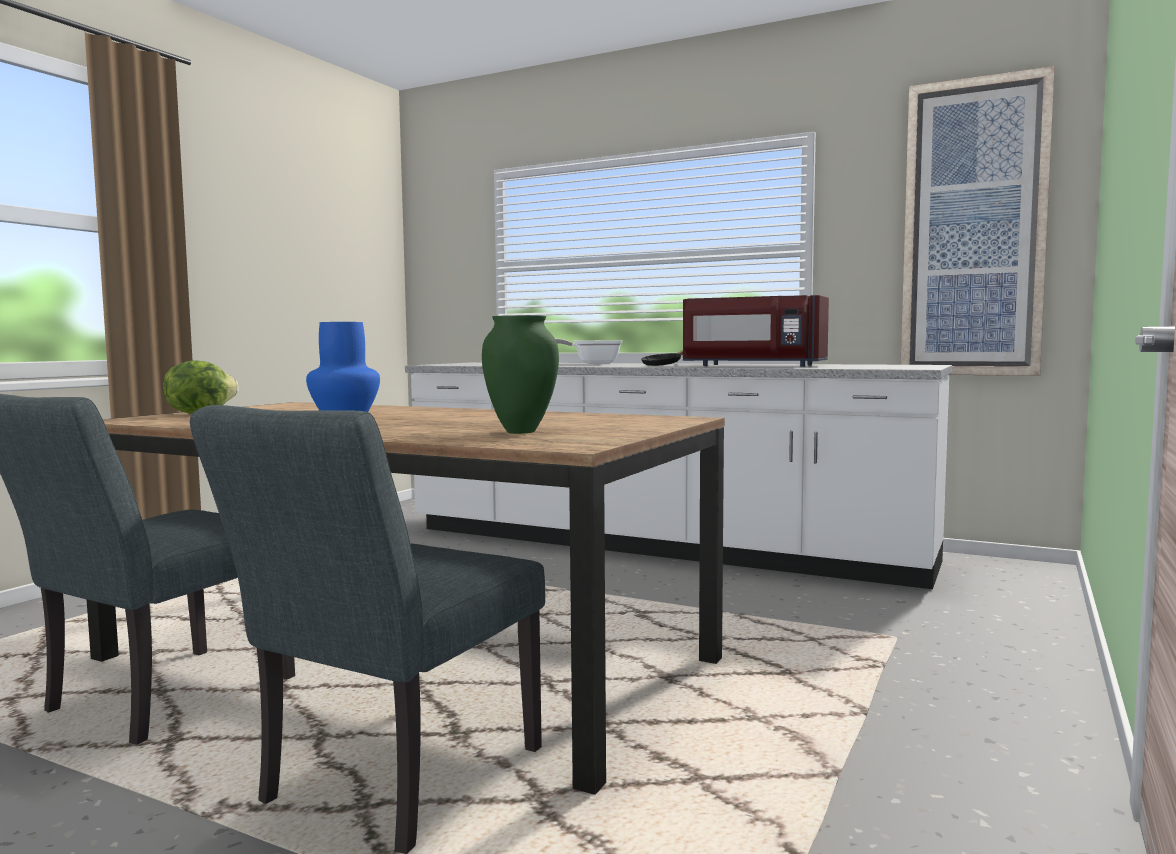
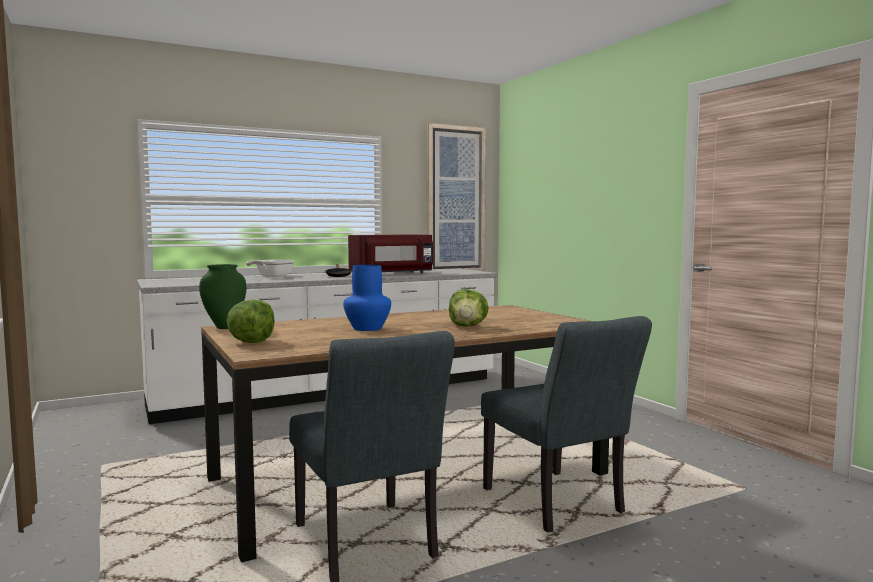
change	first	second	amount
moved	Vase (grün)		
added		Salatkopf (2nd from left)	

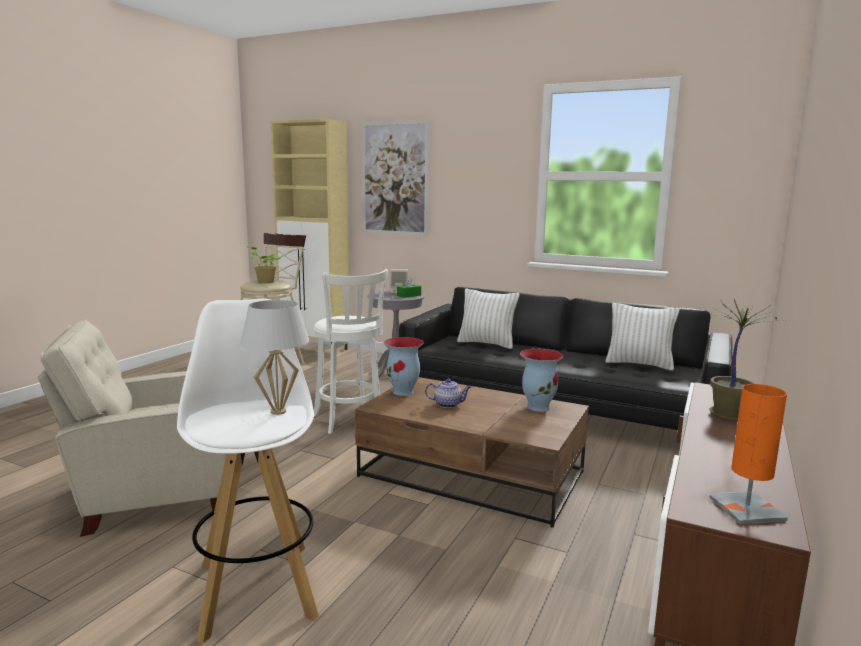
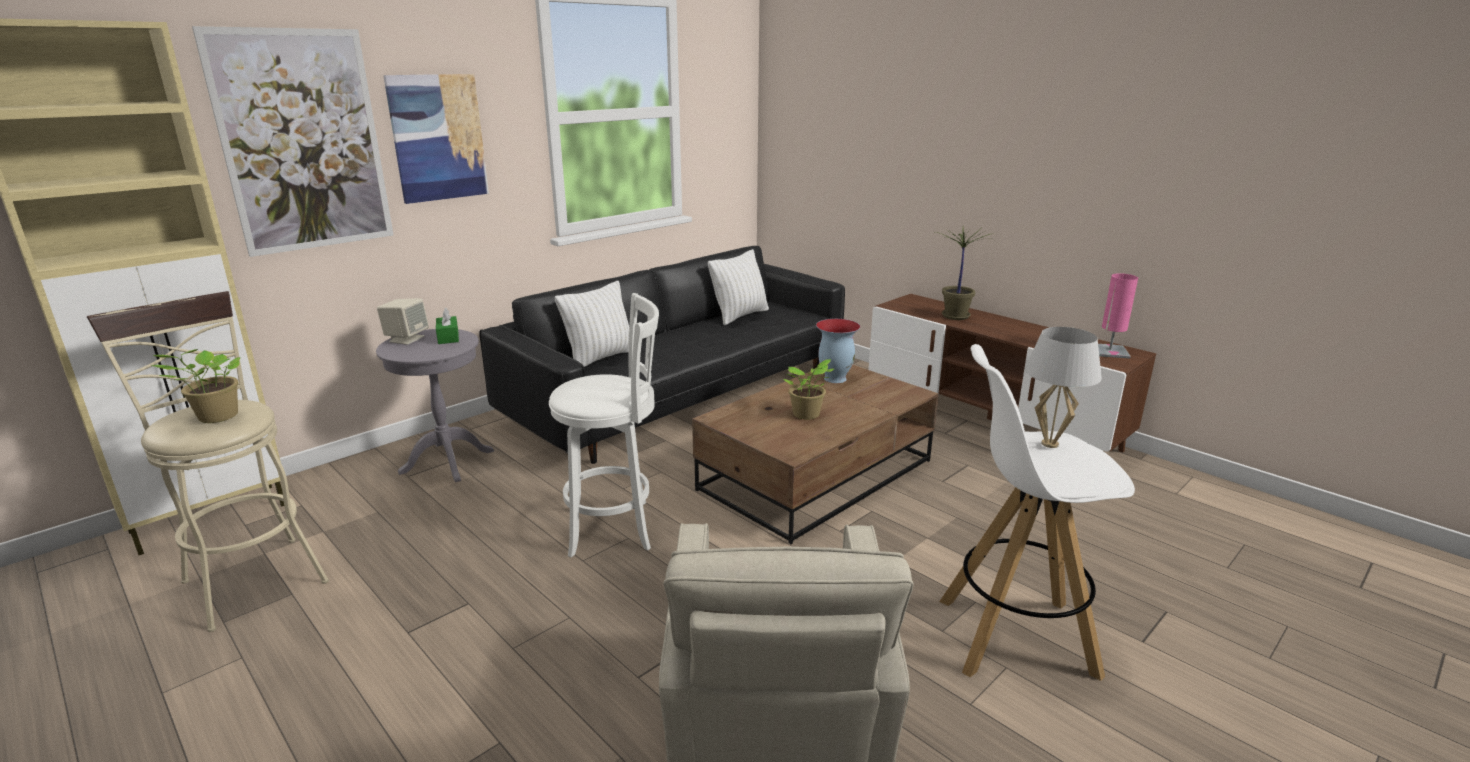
change	first	second	amount
added		Bild (2nd from left)	
replaced	Teekanne	Topfpflanze (2nd from left)	
recoloured	Tischlampe (orange)	Tischlampe (rosa)	
removed	Vase (1st from left)		

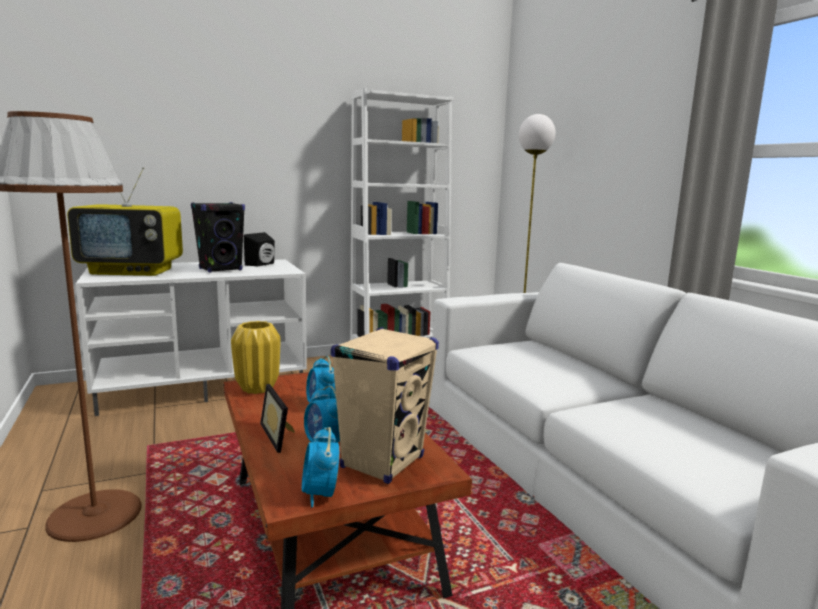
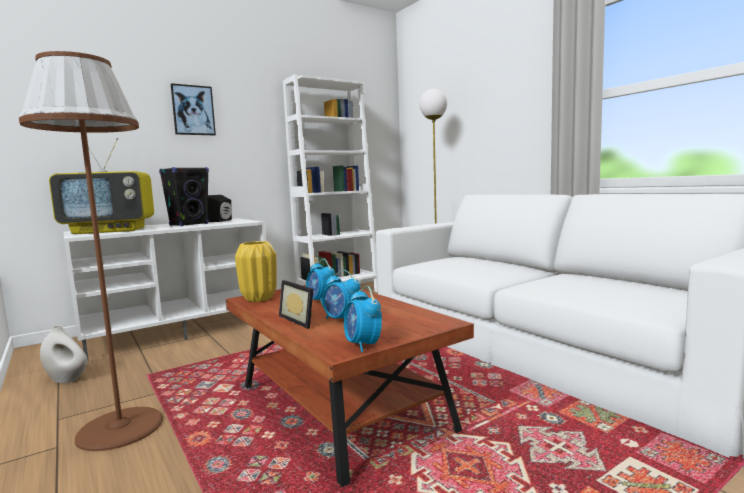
change	first	second	amount
added		Vase (weiß)	
added		Bild	
removed	Lautsprecher (beige)		

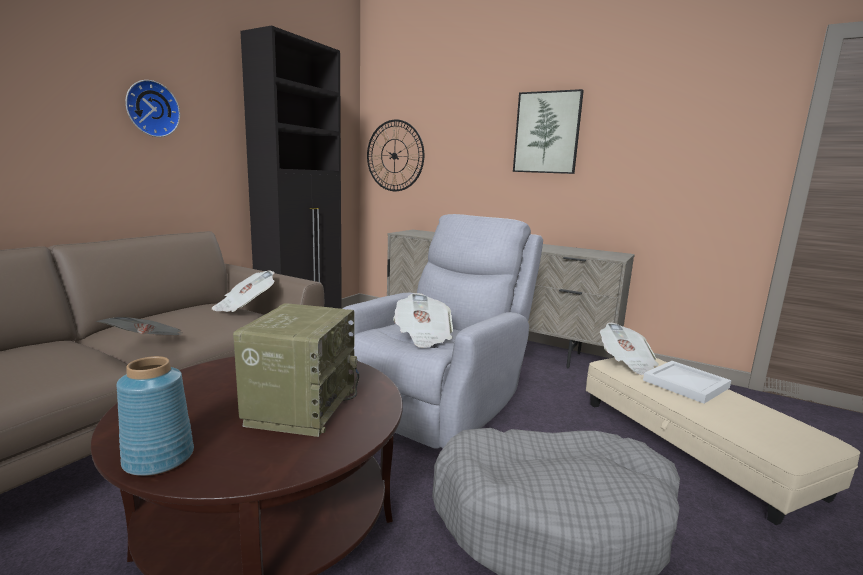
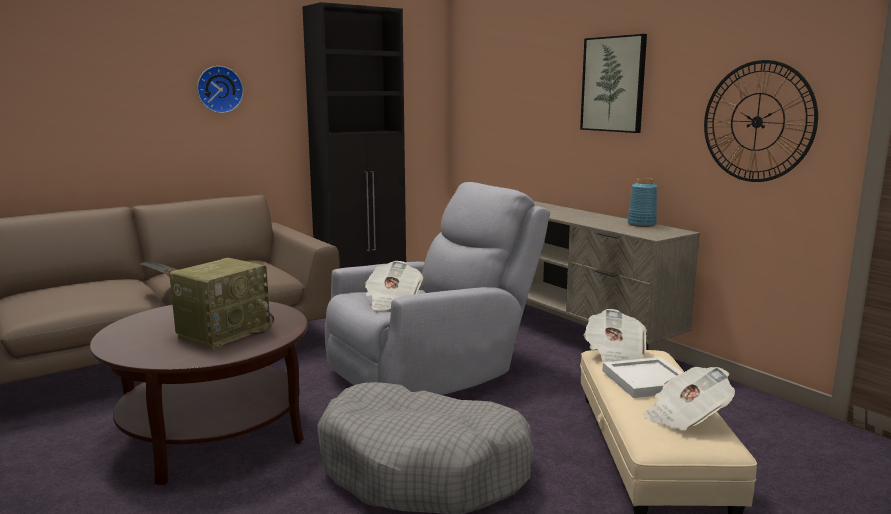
change	first	second	amount
moved	Vase (blau)		
moved	Zeitung (2nd from left in the first image)	Zeitung (4th from left)	
moved	Wanduhr (2nd from left)		

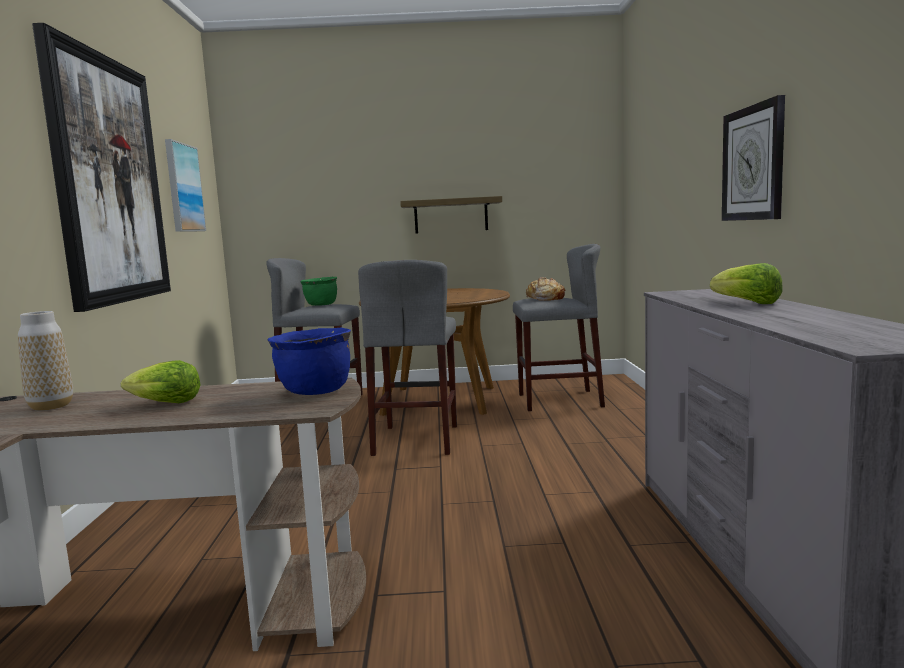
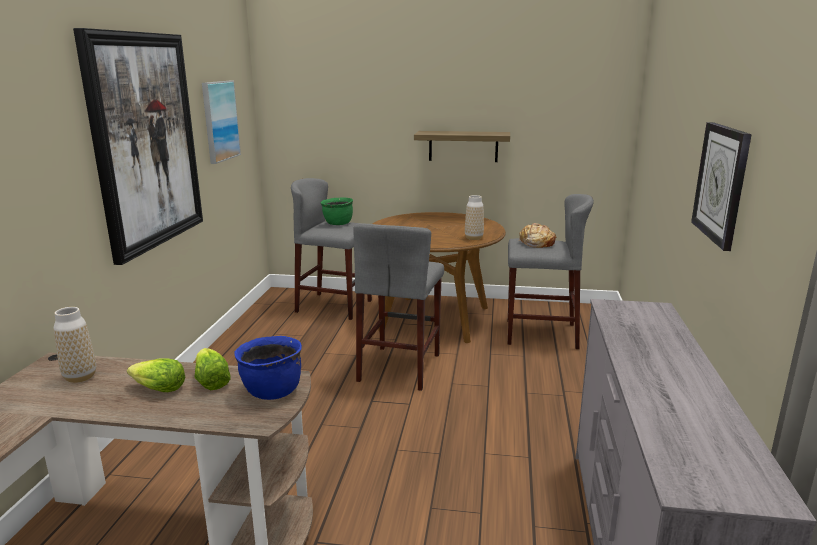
change	first	second	amount
moved	Salatkopf (2nd from left)		
added		Vase (2nd from left)	

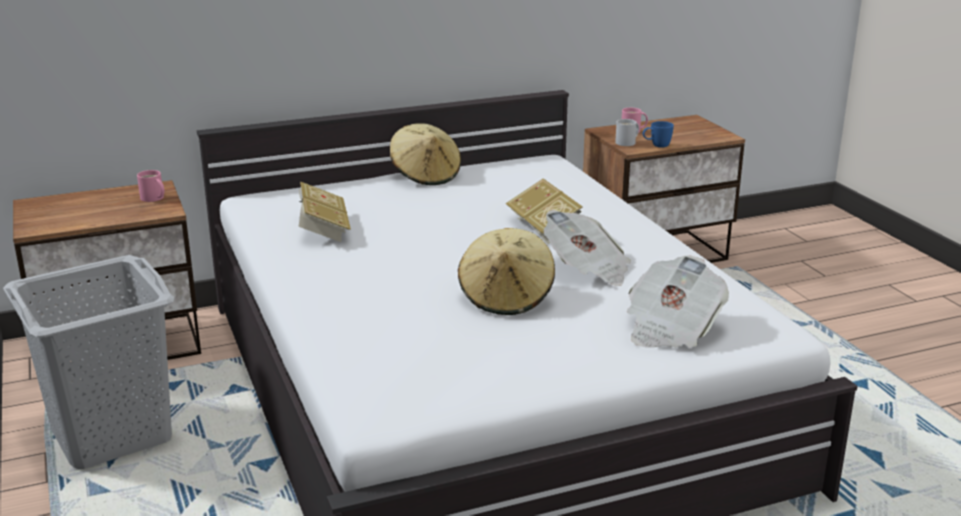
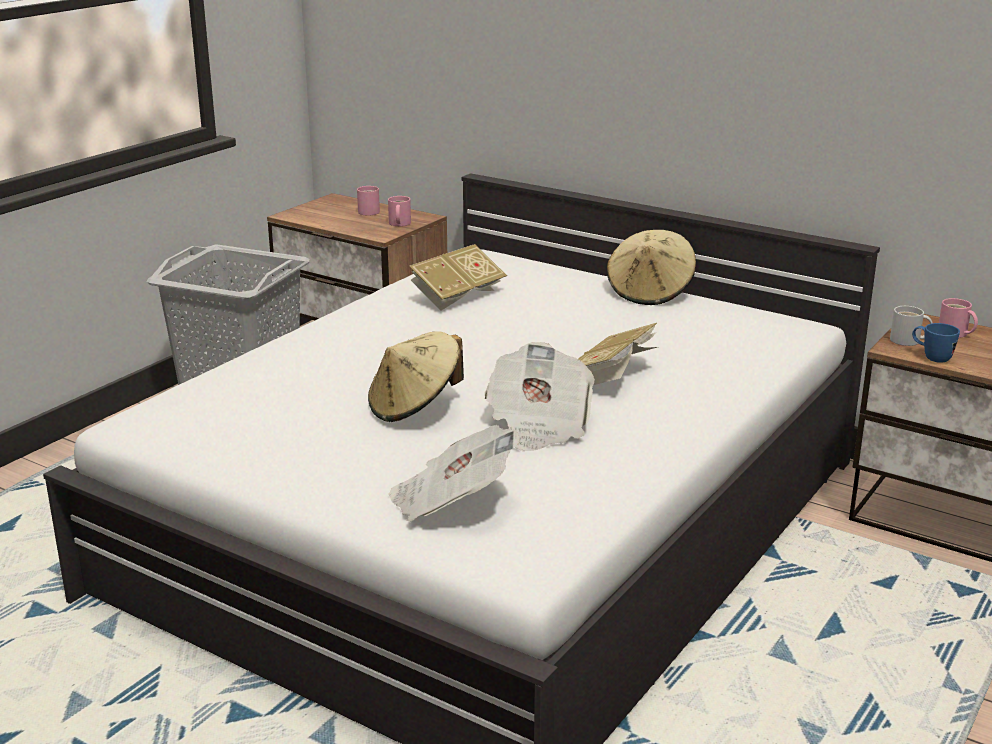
change	first	second	amount
added		Henkelbecher (rosa) (1st from left)	

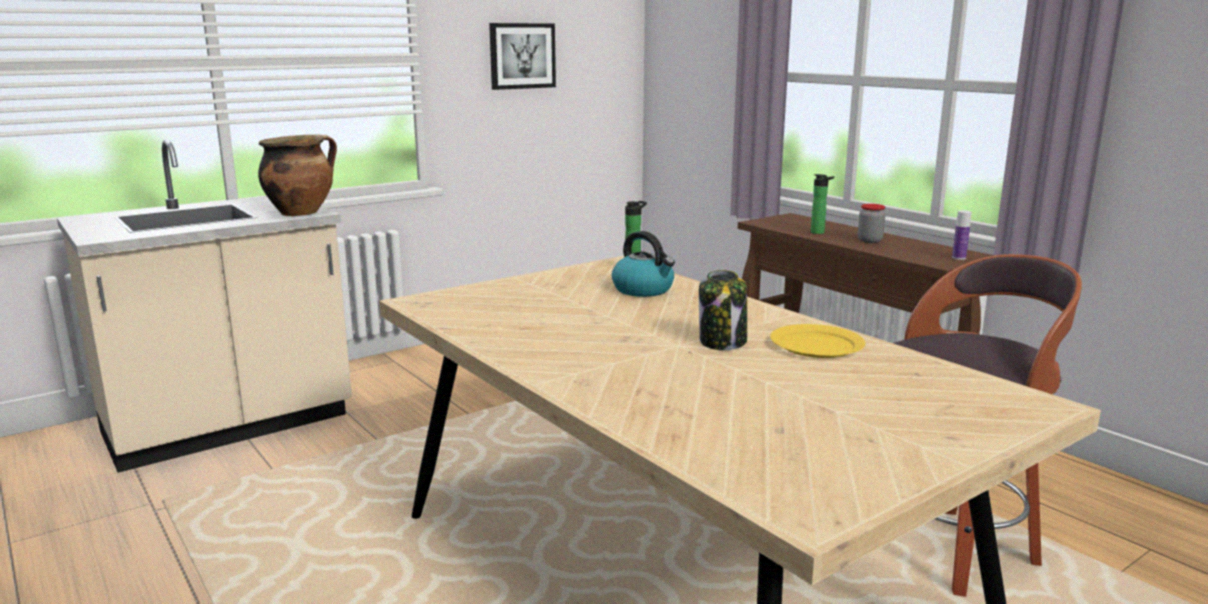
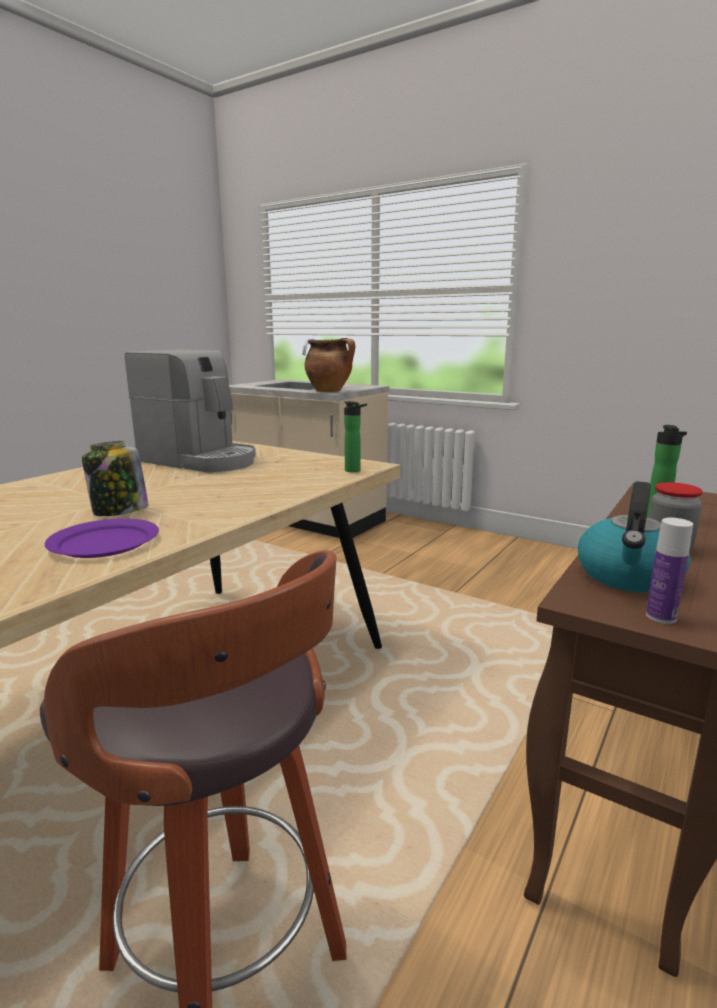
change	first	second	amount
recoloured	Teller (gelb)	Teller (lila)	
added		Kaffeemaschine	
moved	Wasserkessel		
removed	Bild		

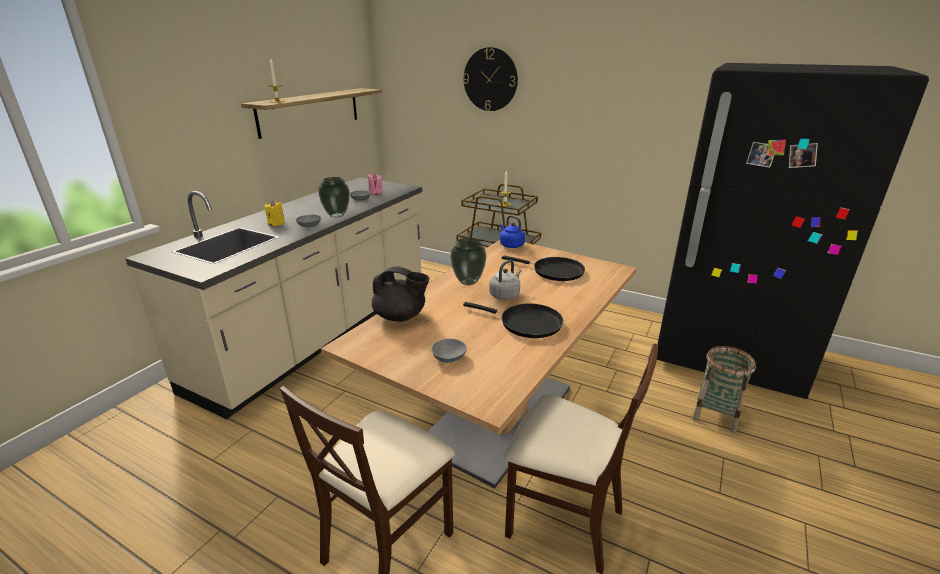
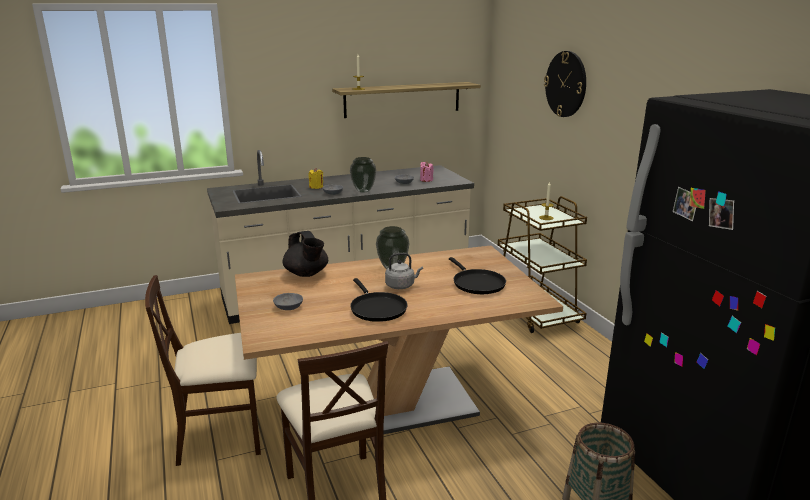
change	first	second	amount
removed	Wasserkessel (blau)		

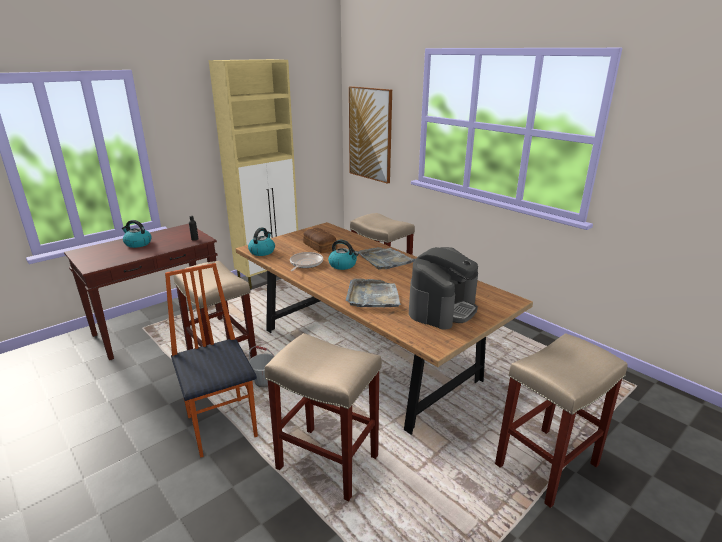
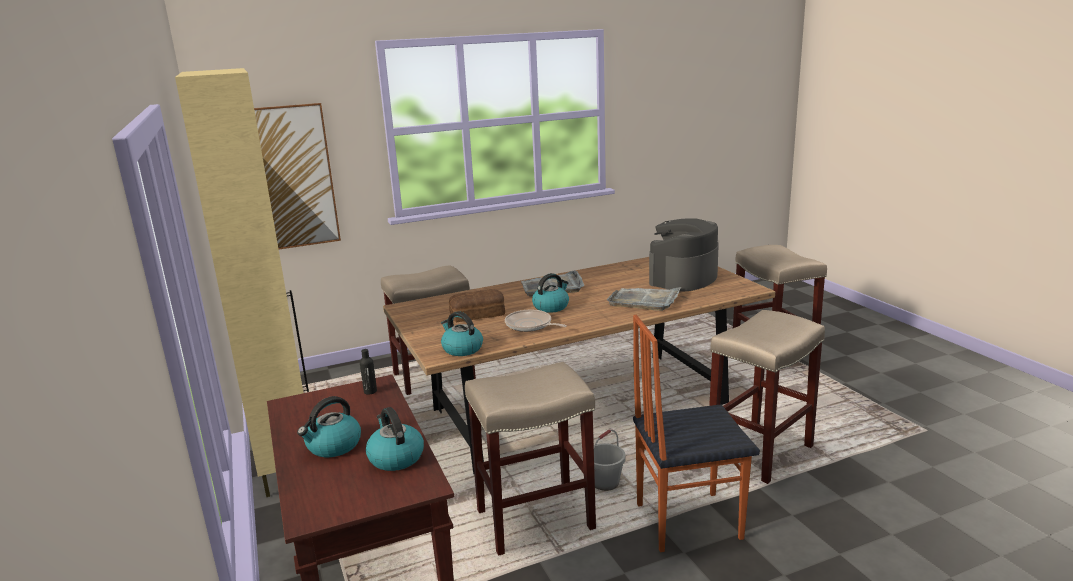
change	first	second	amount
added		Wasserkessel (2nd from left)	
turned	Kaffeemaschine		105 degrees counterclockwise

